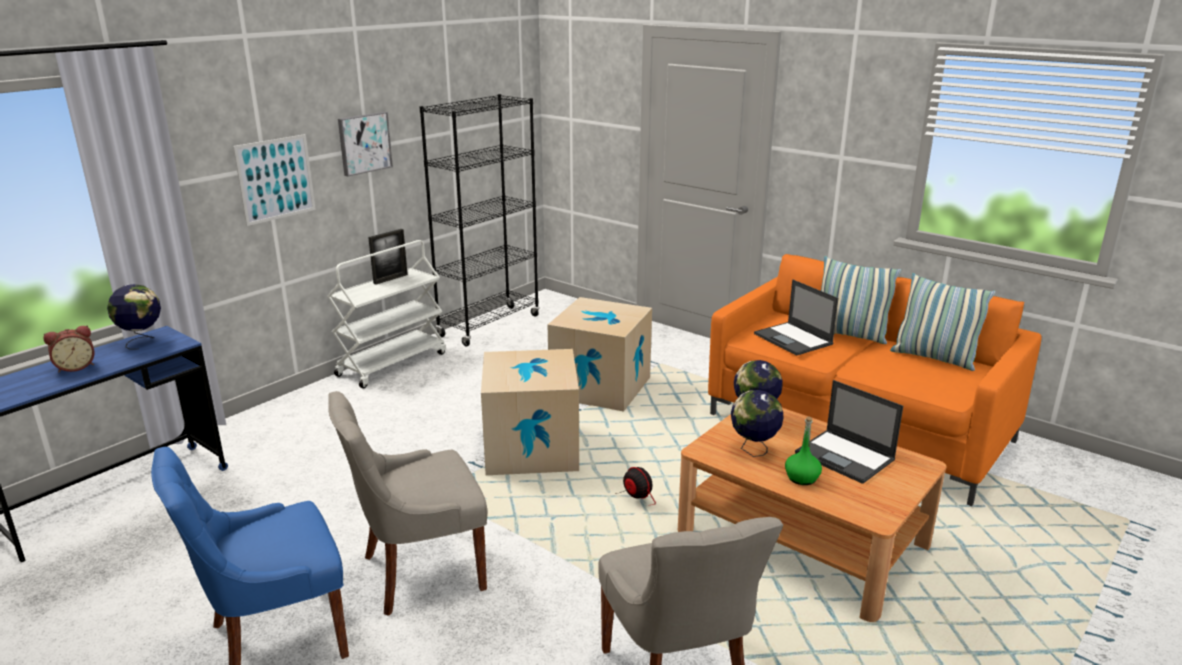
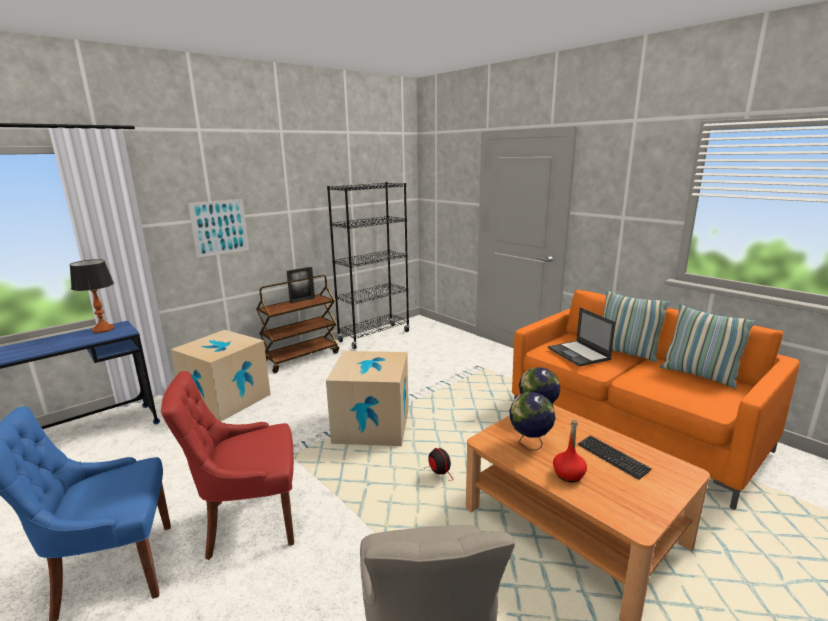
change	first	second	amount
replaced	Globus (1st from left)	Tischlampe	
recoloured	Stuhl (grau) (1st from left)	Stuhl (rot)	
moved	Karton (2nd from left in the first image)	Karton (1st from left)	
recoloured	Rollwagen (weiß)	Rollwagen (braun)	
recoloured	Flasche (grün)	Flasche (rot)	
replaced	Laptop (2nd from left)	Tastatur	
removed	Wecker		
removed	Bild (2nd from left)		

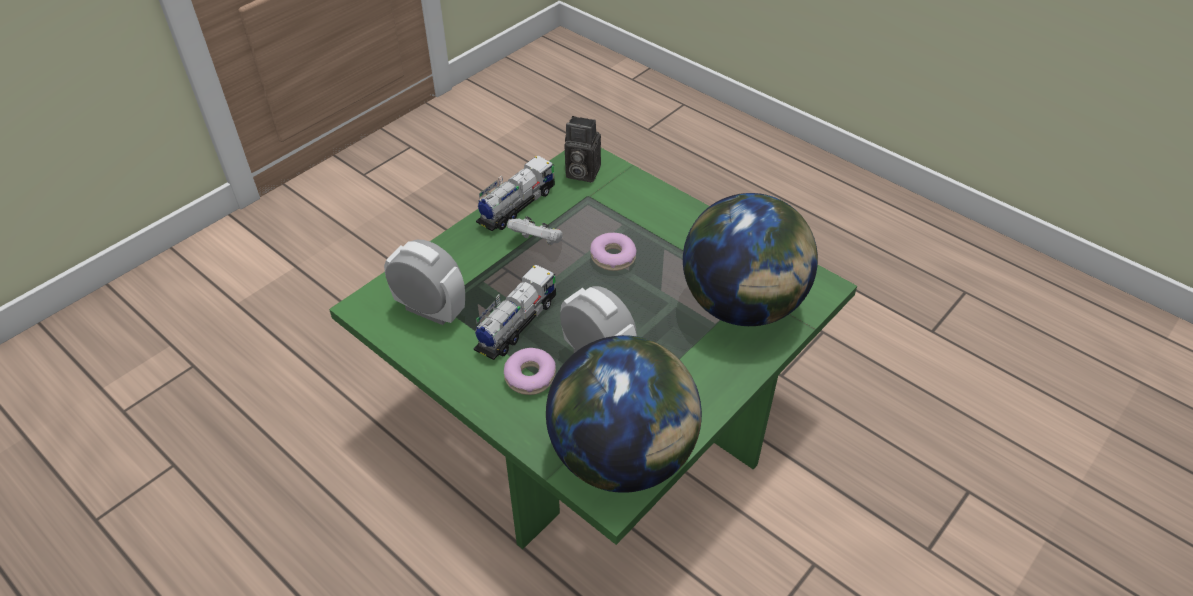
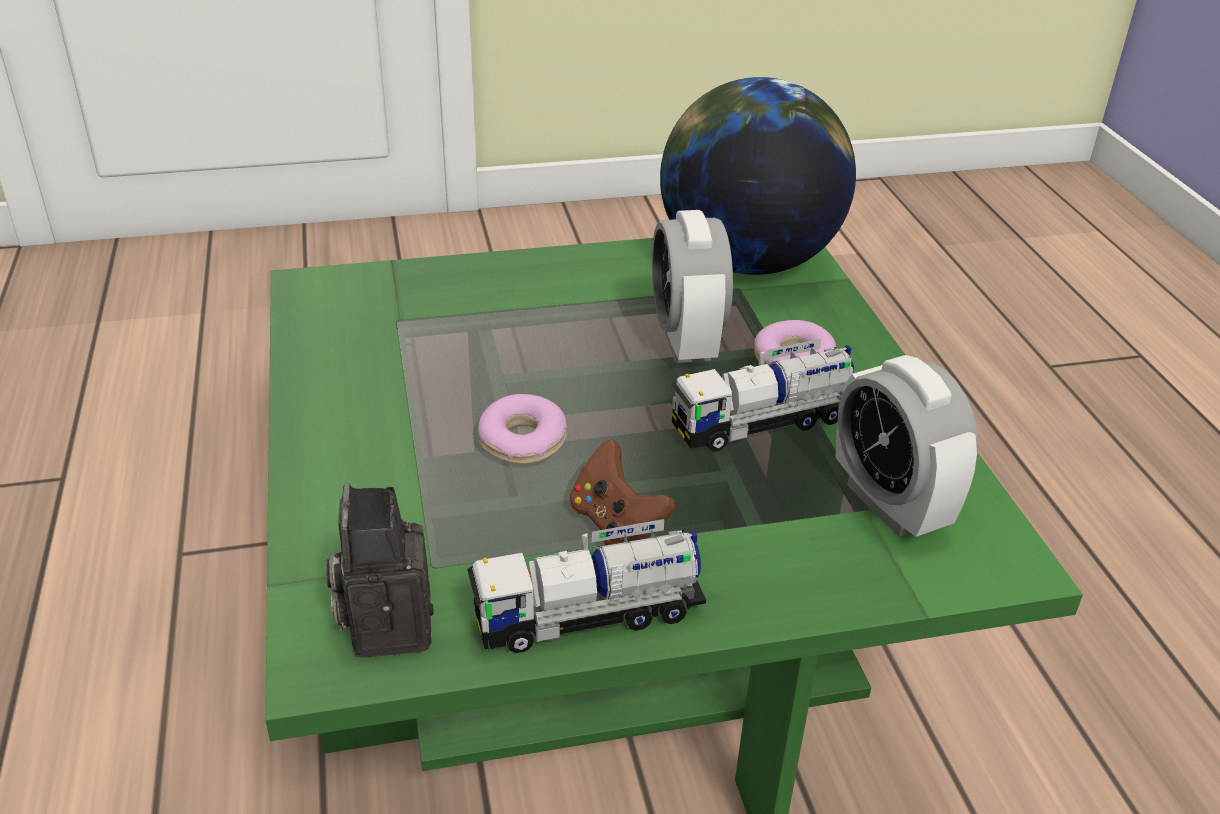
change	first	second	amount
turned	Kamera		150 degrees counterclockwise
recoloured	Gamepad (weiß)	Gamepad (braun)	
removed	Globus (2nd from left)		

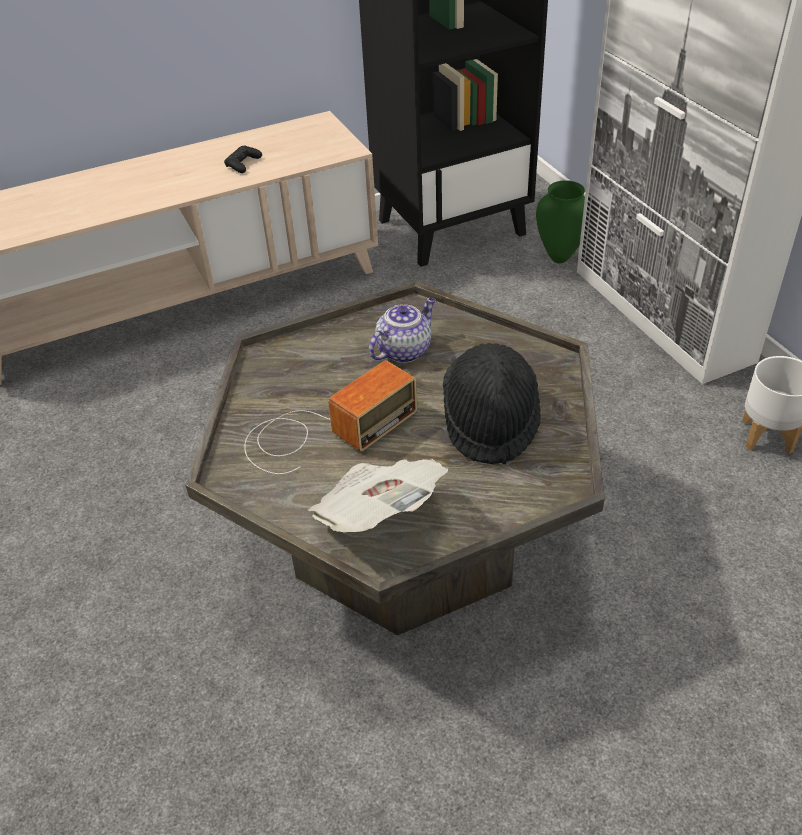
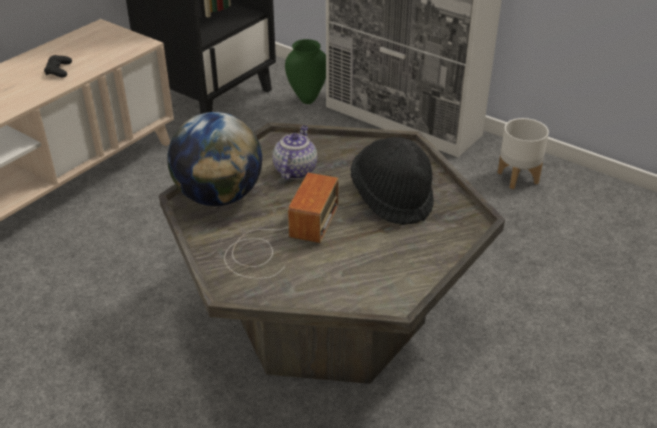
change	first	second	amount
added		Globus	
removed	Zeitung		

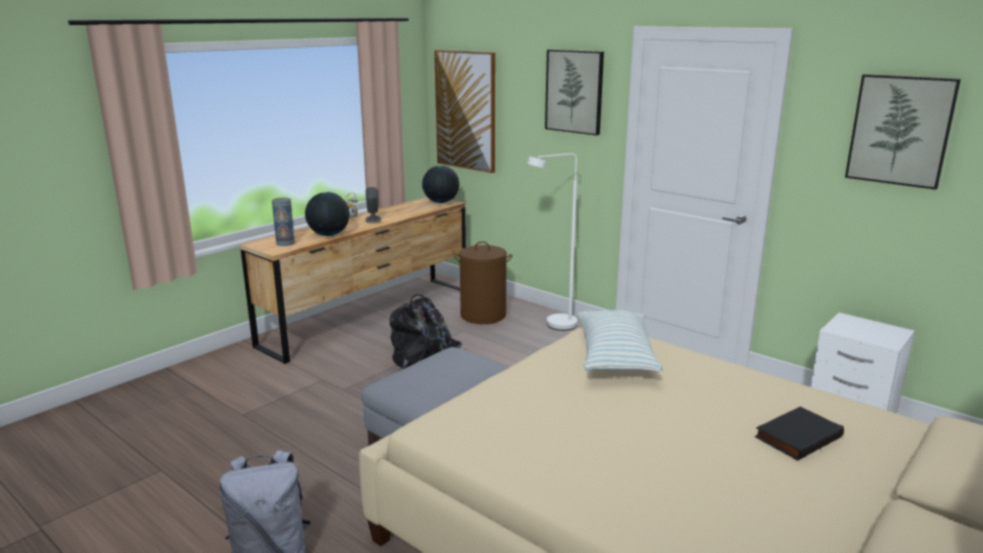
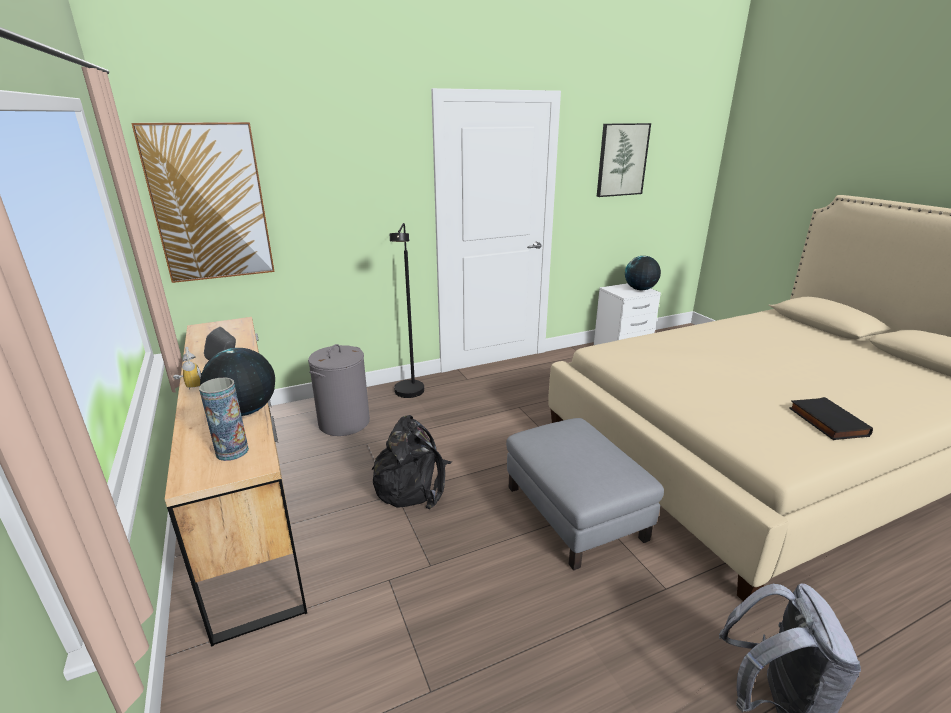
change	first	second	amount
recoloured	Wäschekorb (braun)	Wäschekorb (grau)	
recoloured	Stehlampe (weiß)	Stehlampe (schwarz)	
moved	Globus (2nd from left)		
moved	Buch (schwarz)		
removed	Bild (2nd from left)		
removed	Kissen		

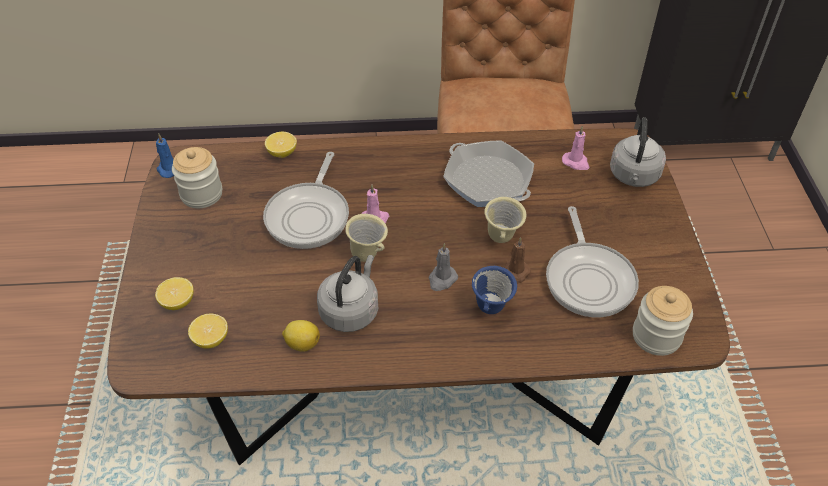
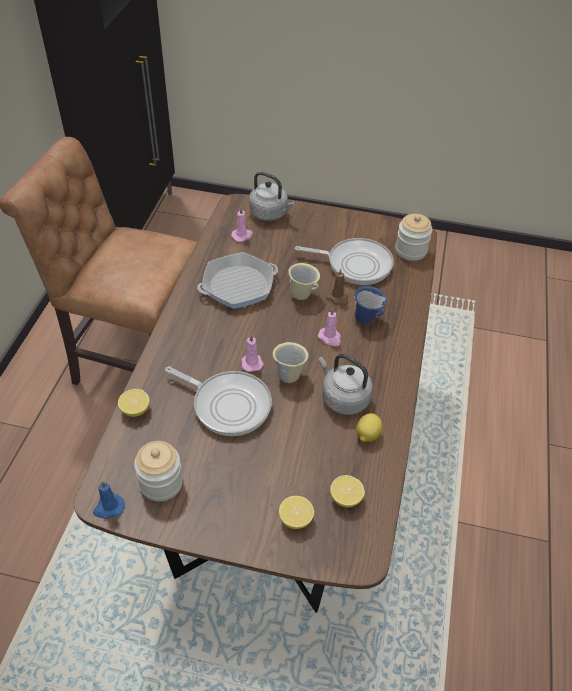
change	first	second	amount
recoloured	Kerze (grau)	Kerze (rosa) (3rd from left)	

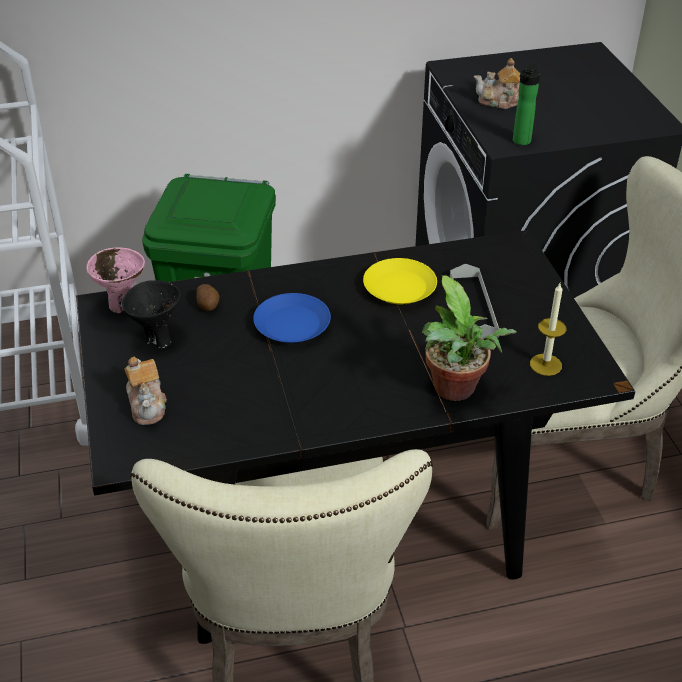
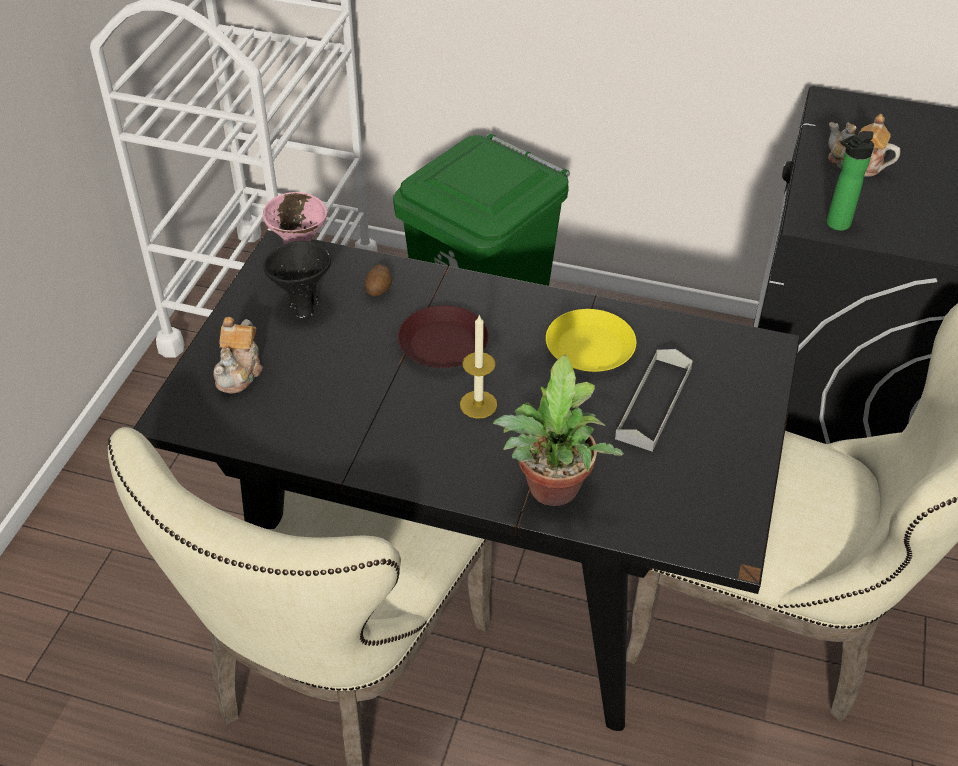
change	first	second	amount
recoloured	Teller (blau)	Teller (braun)	
moved	Kerze		

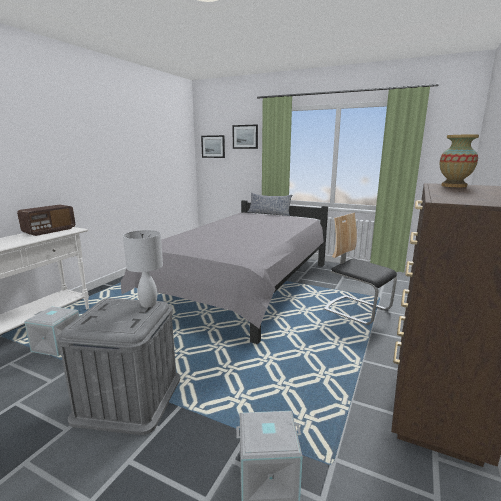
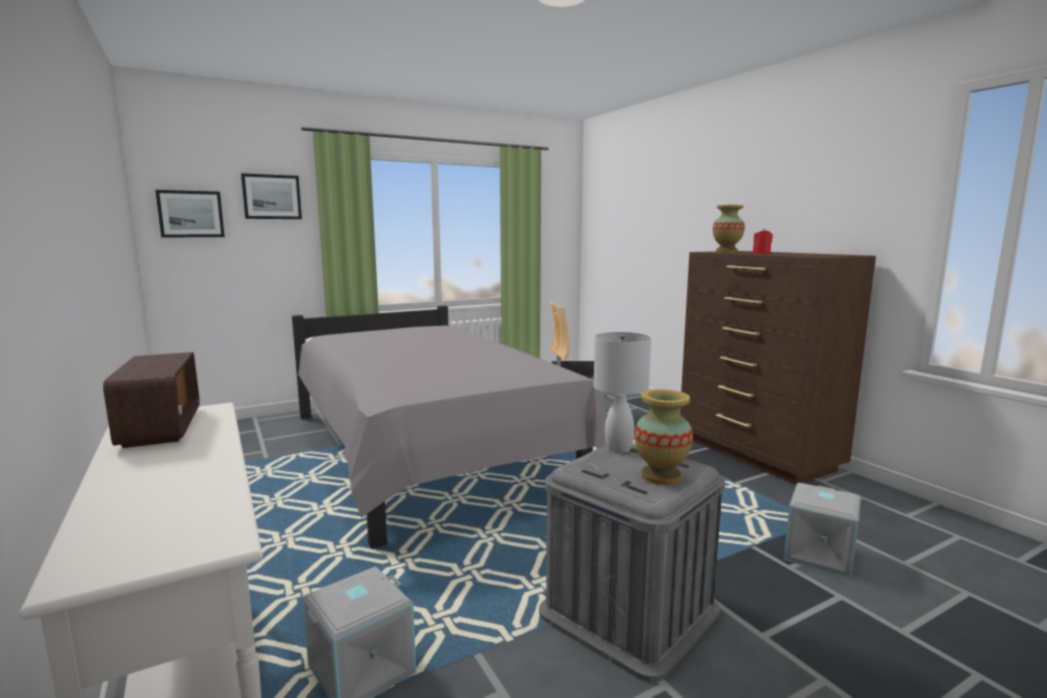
change	first	second	amount
added		Vase (1st from left)	
added		Kerze (rot)	
removed	Kissen		

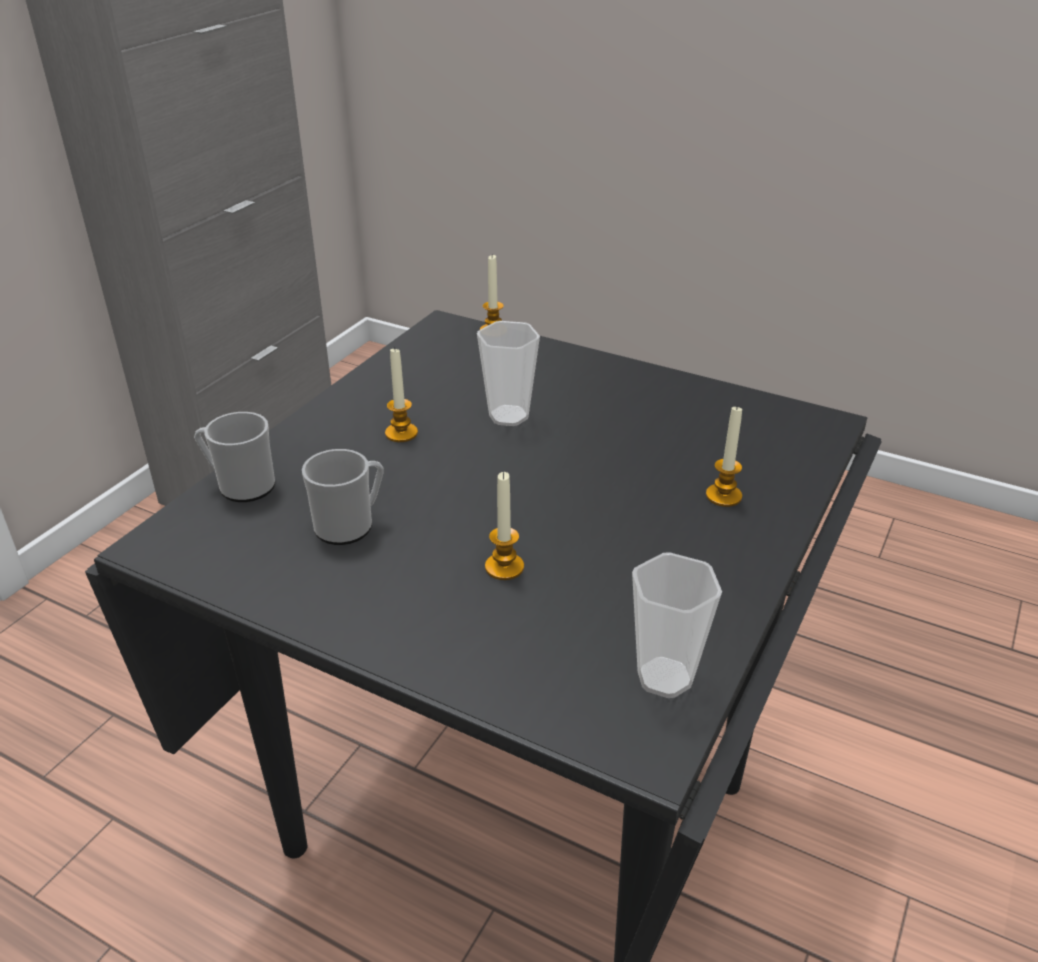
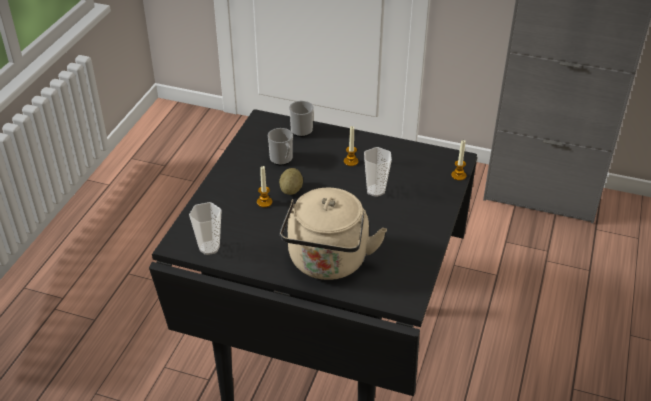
change	first	second	amount
added		Kartoffel	
replaced	Kerze (4th from left)	Wasserkessel (beige)	

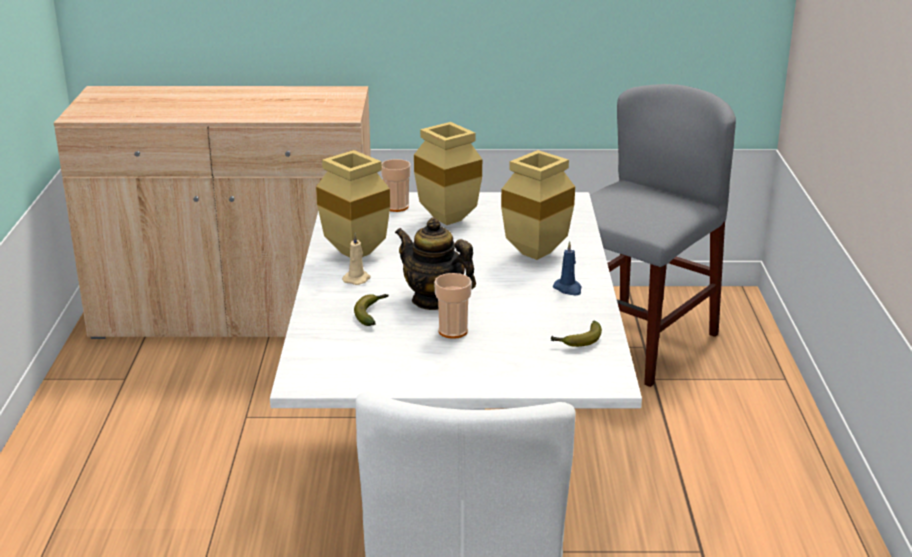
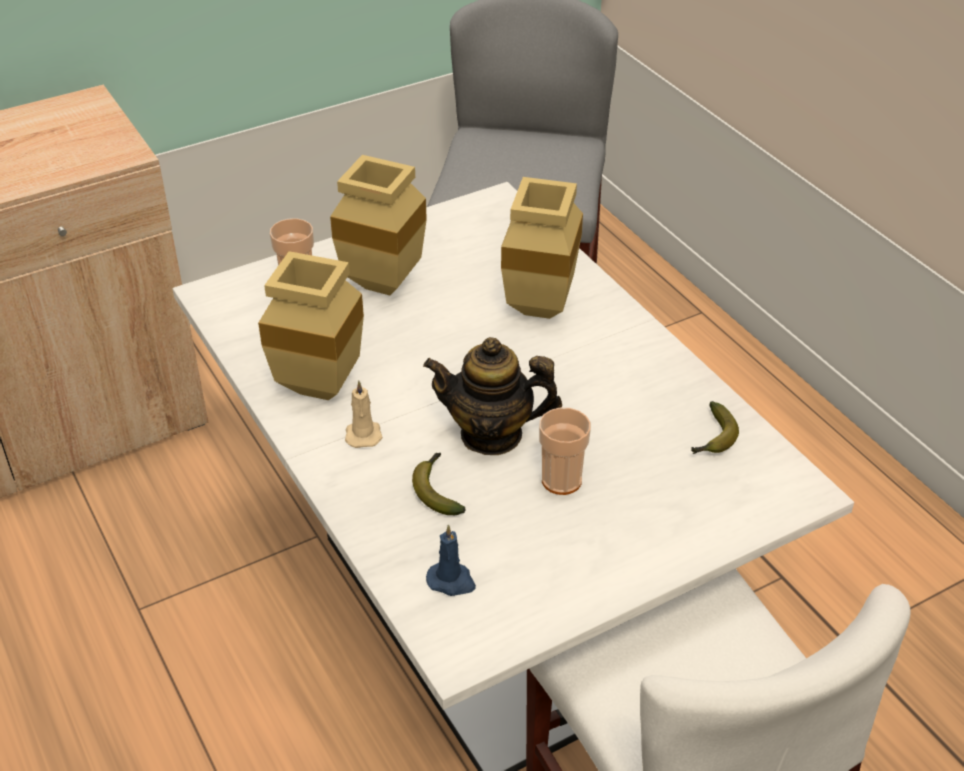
change	first	second	amount
moved	Kerze (blau)		

